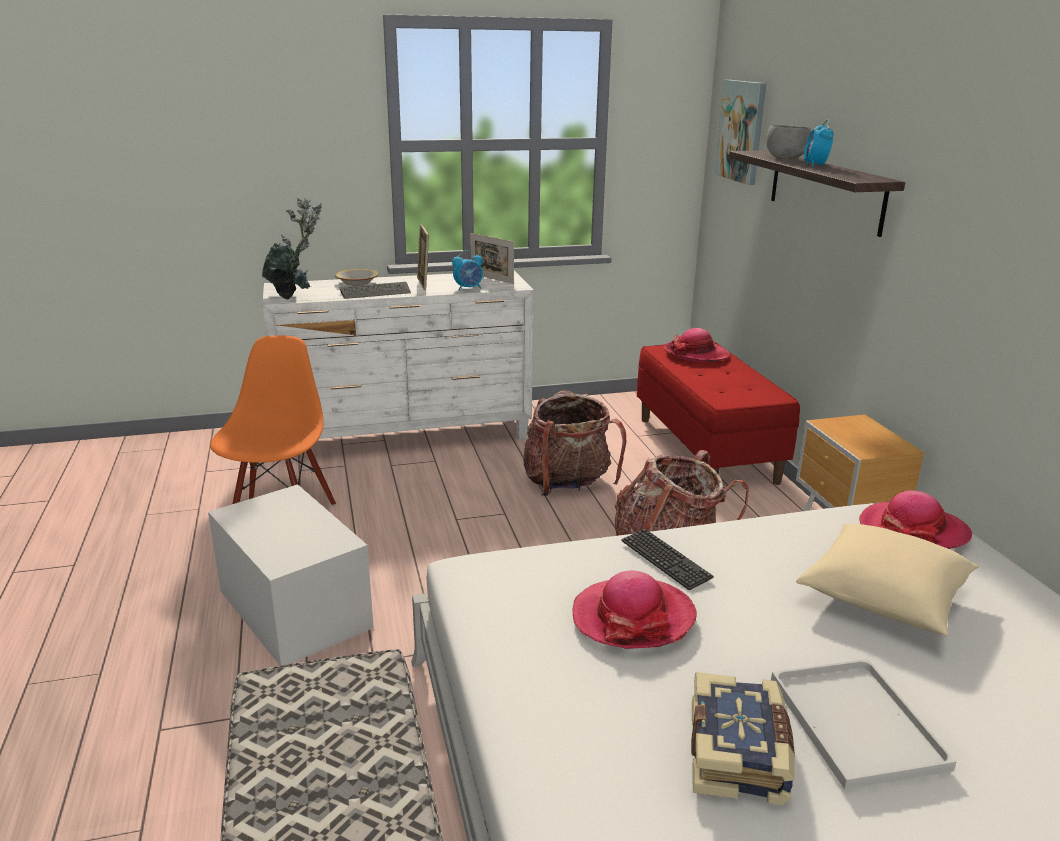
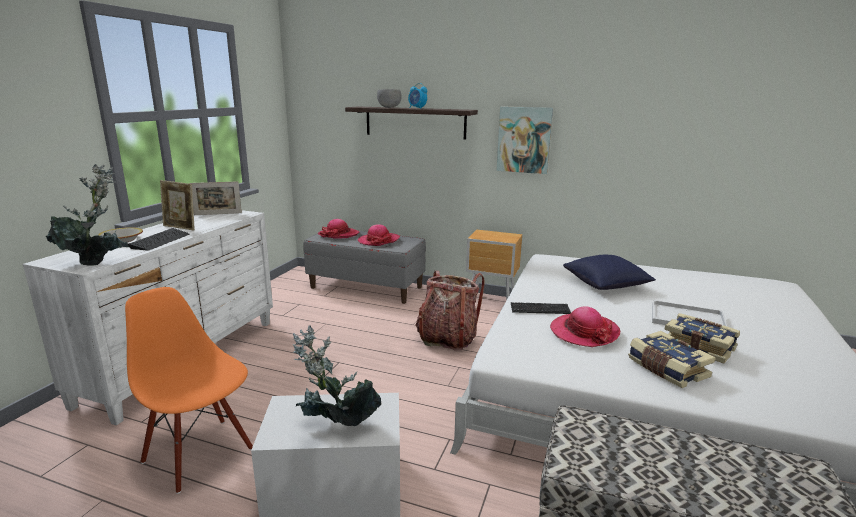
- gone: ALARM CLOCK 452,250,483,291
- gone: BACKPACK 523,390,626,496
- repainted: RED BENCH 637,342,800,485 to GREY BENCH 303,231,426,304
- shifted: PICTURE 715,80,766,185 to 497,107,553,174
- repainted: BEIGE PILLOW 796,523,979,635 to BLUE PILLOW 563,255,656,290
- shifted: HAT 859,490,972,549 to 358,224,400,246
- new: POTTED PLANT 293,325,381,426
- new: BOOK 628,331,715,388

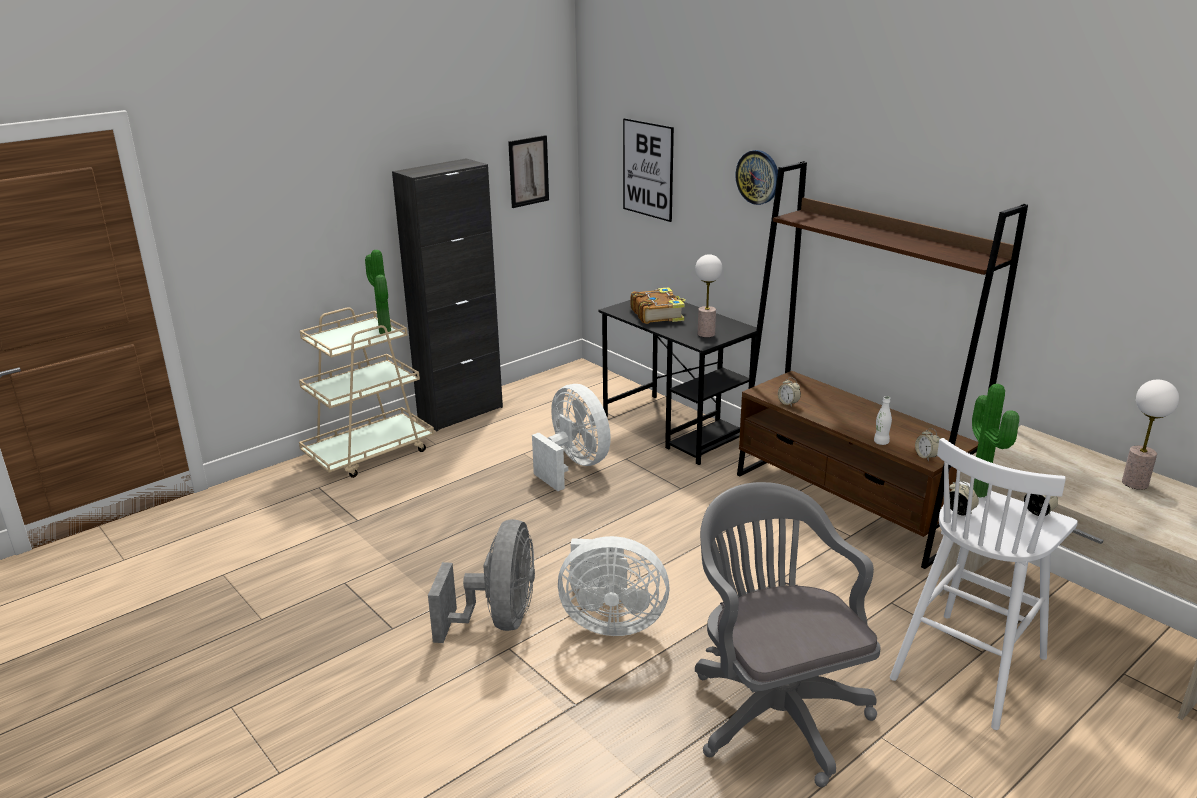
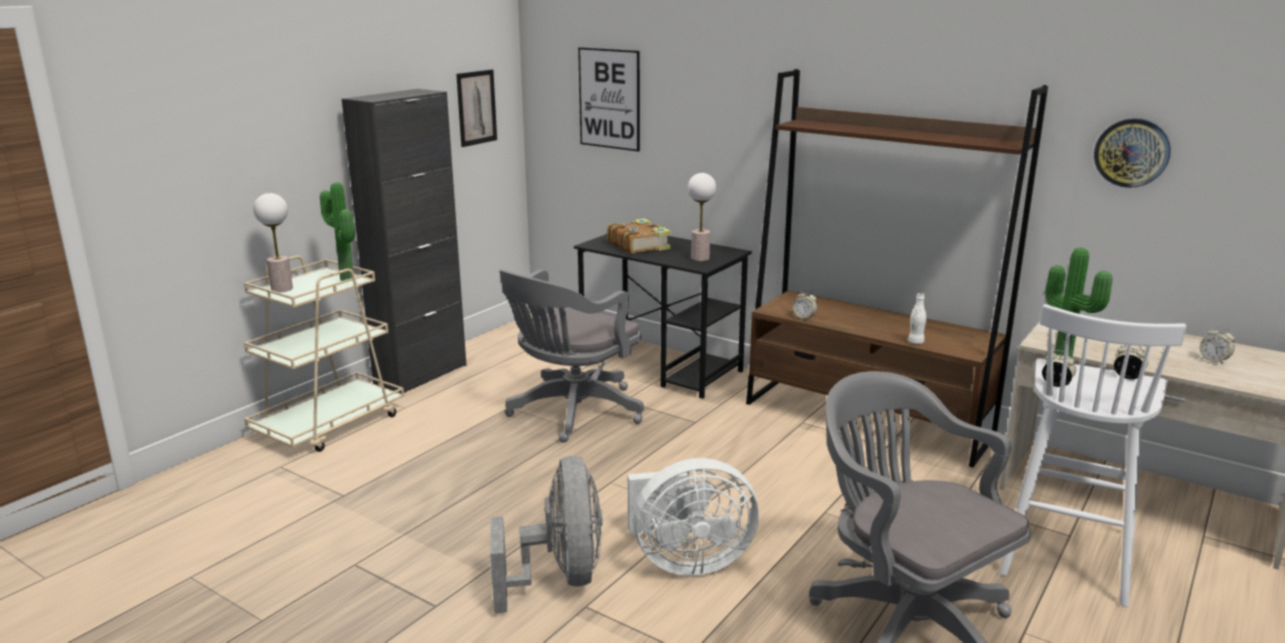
- swapped: WHITE FAN 532,384,611,491 to GREY OFFICE CHAIR 499,269,644,443
- shifted: WALL CLOCK 735,150,778,205 to 1094,118,1171,188
- shifted: ALARM CLOCK 915,428,940,461 to 1200,326,1235,365
- shifted: TABLE LAMP 1122,380,1179,490 to 253,193,293,292

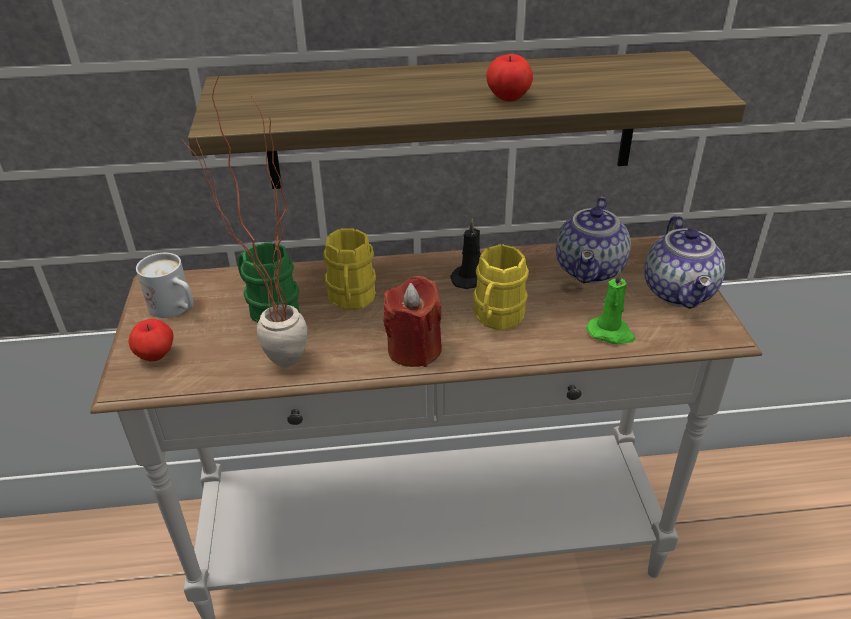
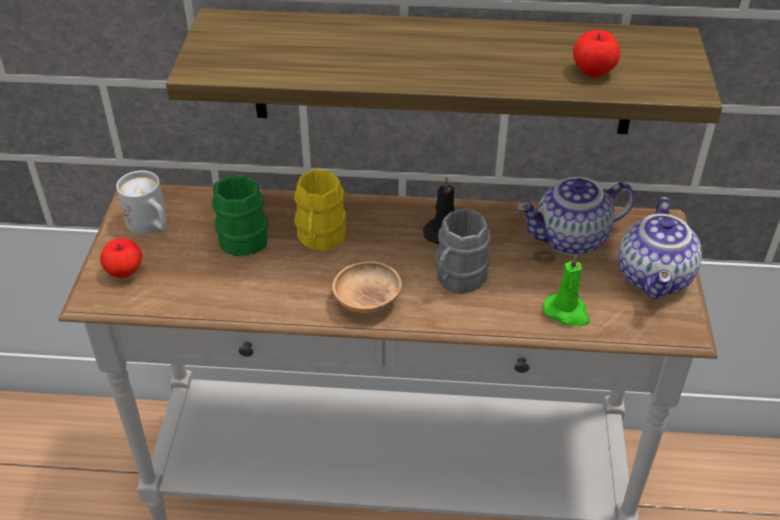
- gone: POTTED PLANT 183,74,307,367
- swapped: RED CANDLE 383,276,442,367 to BROWN BOWL 332,261,402,313
- repainted: YELLOW MUG 473,245,529,331 to GREY MUG 435,208,491,294
- shifted: APPLE 486,54,533,102 to 573,30,620,77
- rotated: TEAPOT 556,197,631,283 = 517,177,635,255 45 degrees clockwise

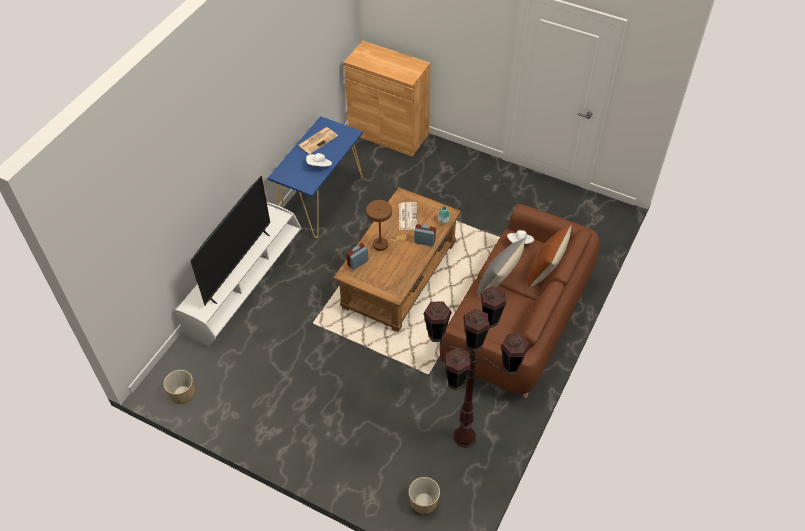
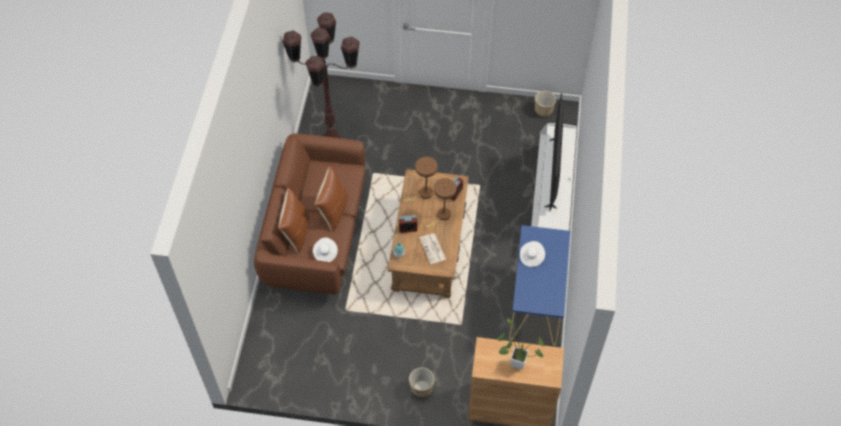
- gone: NEWSPAPER 298,127,338,154
- shifted: PLANTER 409,477,440,514 to 409,367,435,397
- repainted: GREY PILLOW 477,238,526,297 to BROWN PILLOW 315,166,348,232
- new: BROWN TABLE LAMP 404,157,438,202
- new: POTTED PLANT 497,318,544,370

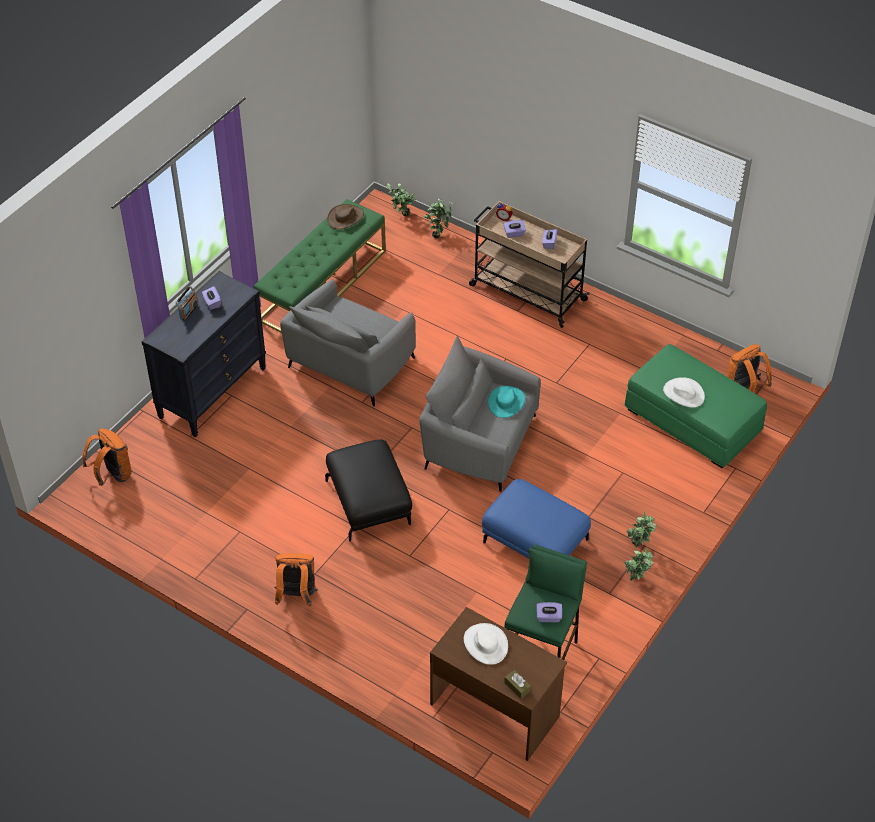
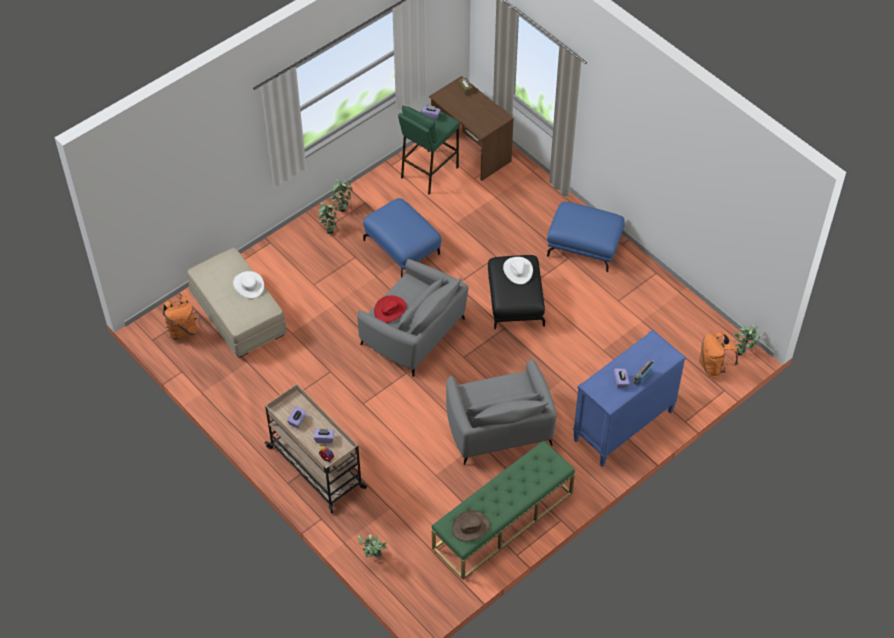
- repainted: BLACK DRESSER 142,271,266,437 to BLUE DRESSER 573,330,686,467
- swapped: ORANGE BACKPACK 274,553,317,607 to BLUE OTTOMAN 547,202,625,272
- rotated: GREY ARMCHAIR 280,279,416,406 = 446,359,557,465 120 degrees clockwise
- shifted: POTTED PLANT 387,183,415,216 to 734,324,762,355
- shifted: WHITE HAT 464,623,508,665 to 503,257,533,284
- repainted: TURQUOISE HAT 488,386,525,418 to RED HAT 374,295,407,323
- repainted: GREEN OTTOMAN 624,344,767,468 to BEIGE OTTOMAN 187,248,287,358

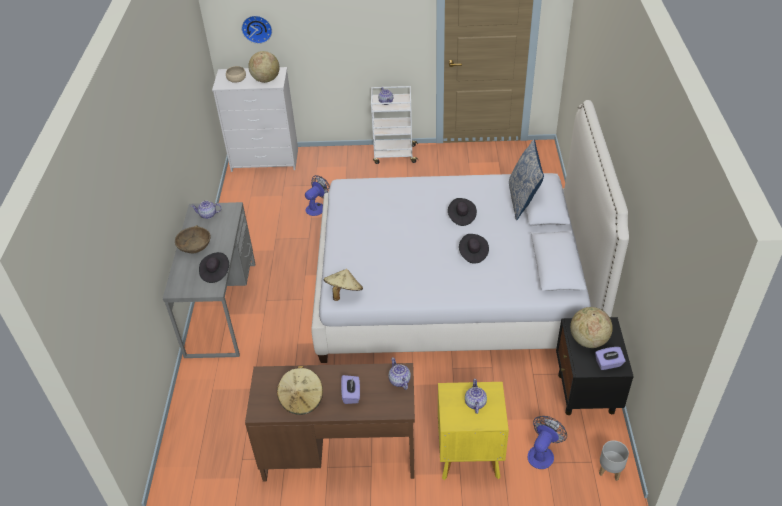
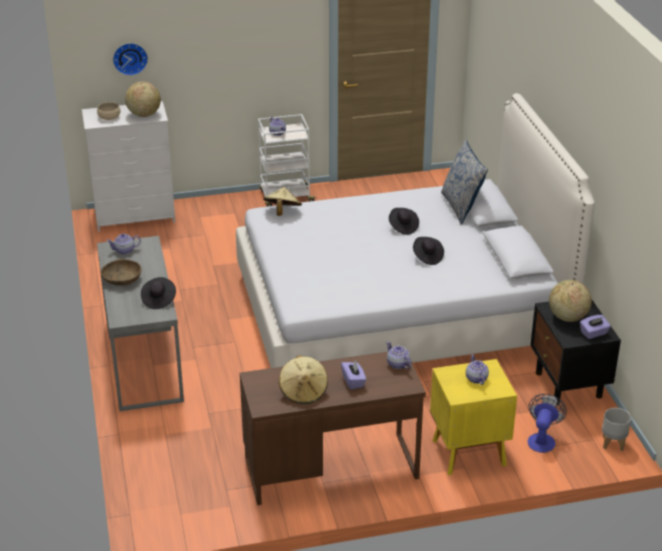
- gone: FAN 305,175,330,216
- shifted: BEIGE HAT 324,269,363,301 to 263,187,302,216

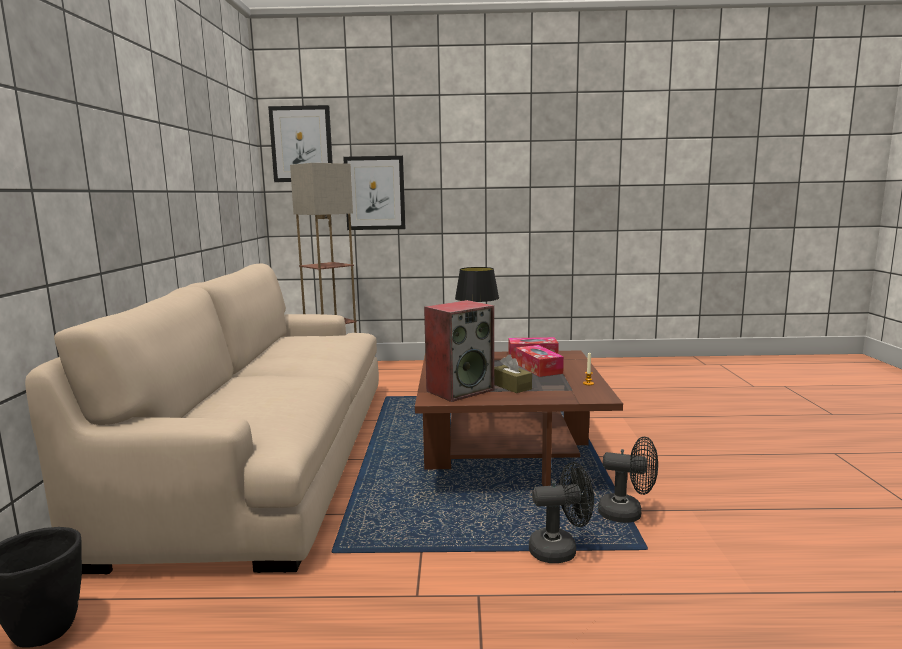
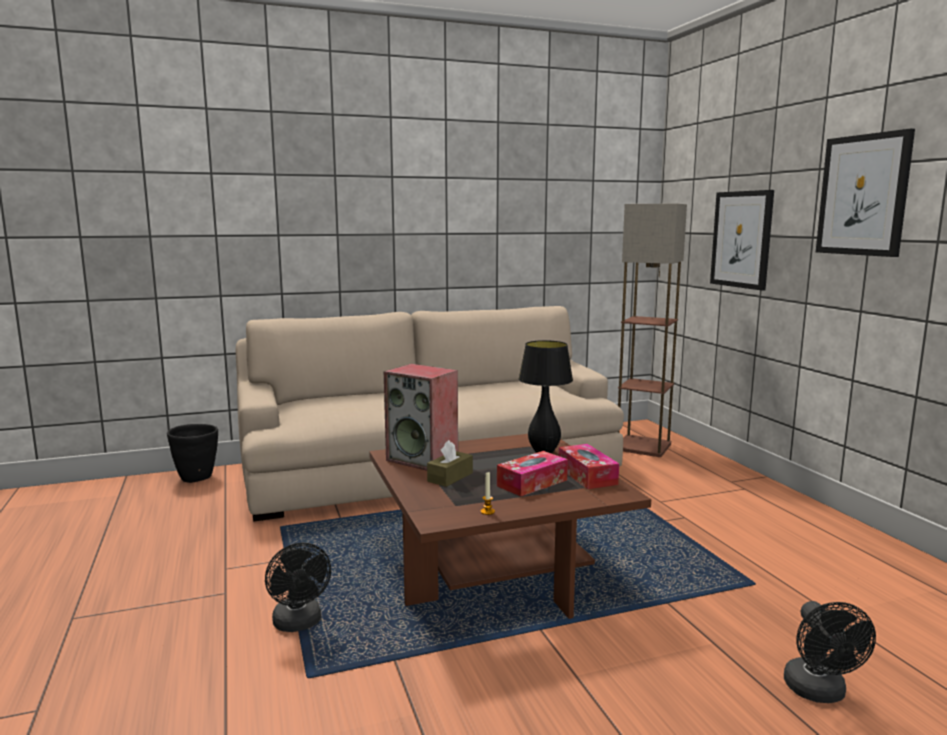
- shifted: PICTURE 268,105,333,182 to 816,129,915,257
- shifted: BLACK FAN 598,437,658,523 to 784,601,876,703

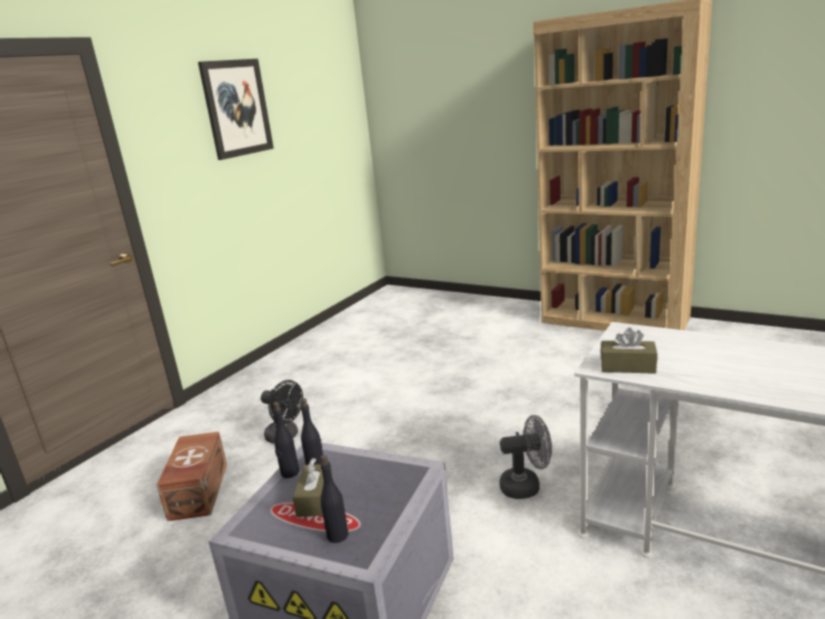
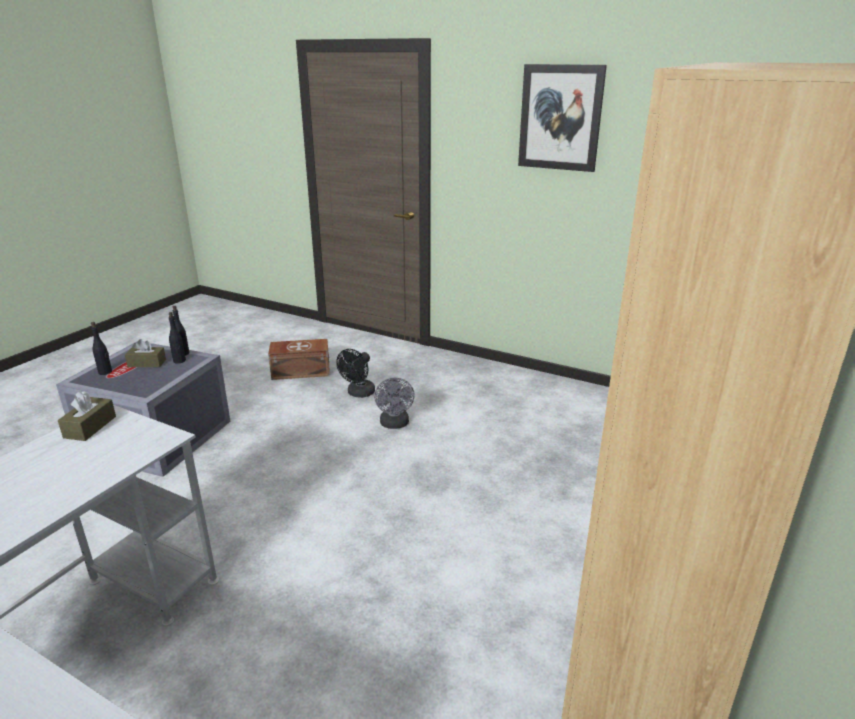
- shifted: GREY FAN 499,415,552,499 to 374,378,415,429

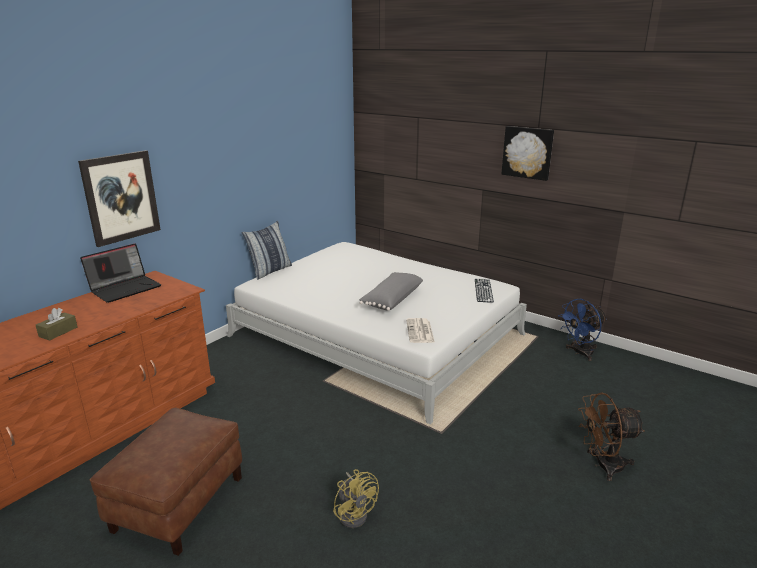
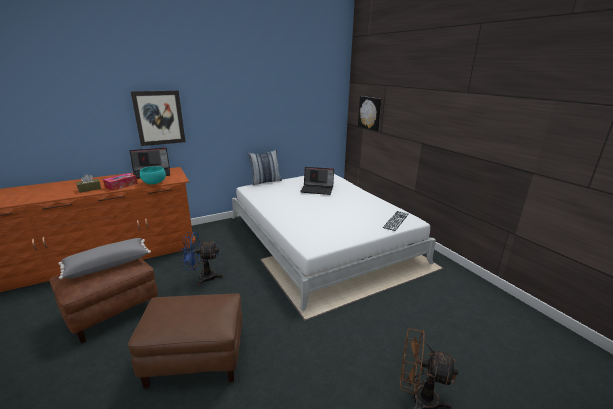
- swapped: YELLOW FAN 333,469,379,528 to BROWN OTTOMAN 128,293,243,389
- shifted: GREY PILLOW 359,272,423,311 to 58,238,151,279
- gone: NEWSPAPER 406,318,435,343
- shifted: PICTURE 501,126,554,181 to 358,96,381,131
- shifted: BLUE FAN 558,299,607,361 to 181,232,223,286
- new: TISSUE BOX 103,173,138,191
- new: TURQUOISE BOWL 140,166,166,185
- new: LAPTOP 300,167,334,195

